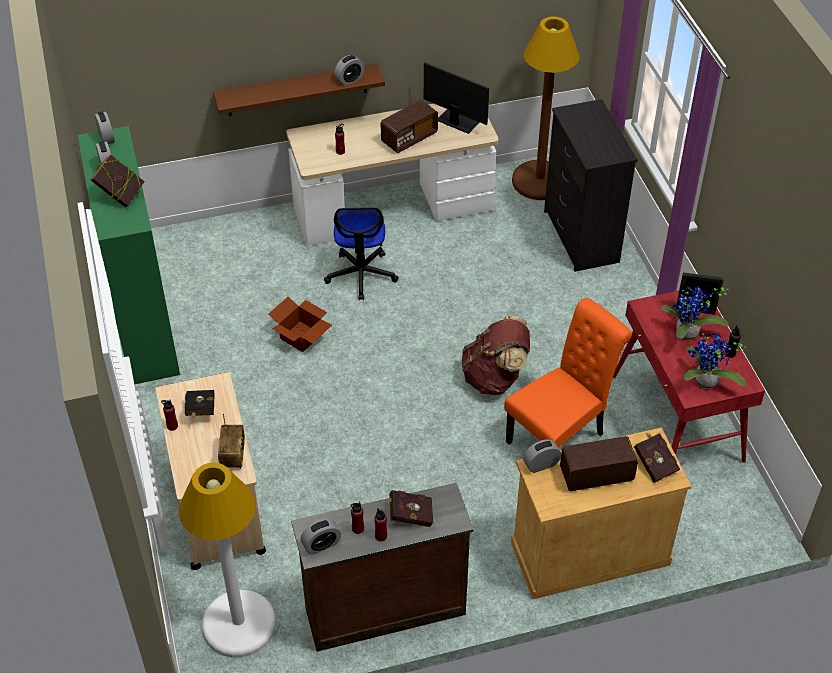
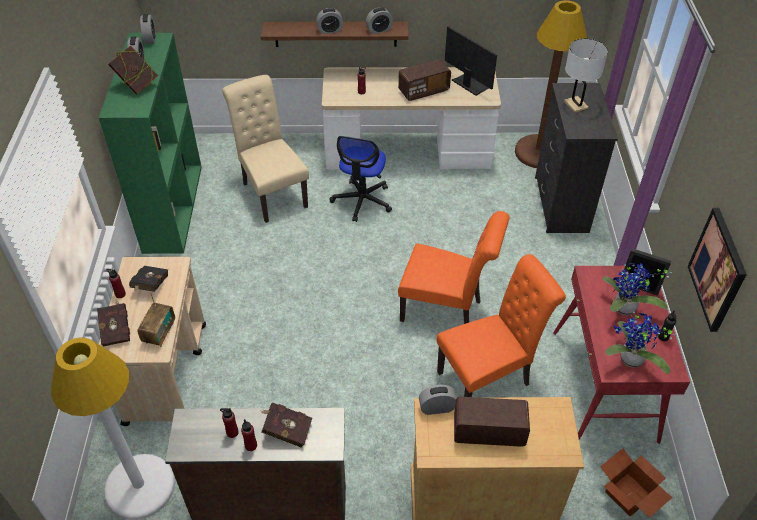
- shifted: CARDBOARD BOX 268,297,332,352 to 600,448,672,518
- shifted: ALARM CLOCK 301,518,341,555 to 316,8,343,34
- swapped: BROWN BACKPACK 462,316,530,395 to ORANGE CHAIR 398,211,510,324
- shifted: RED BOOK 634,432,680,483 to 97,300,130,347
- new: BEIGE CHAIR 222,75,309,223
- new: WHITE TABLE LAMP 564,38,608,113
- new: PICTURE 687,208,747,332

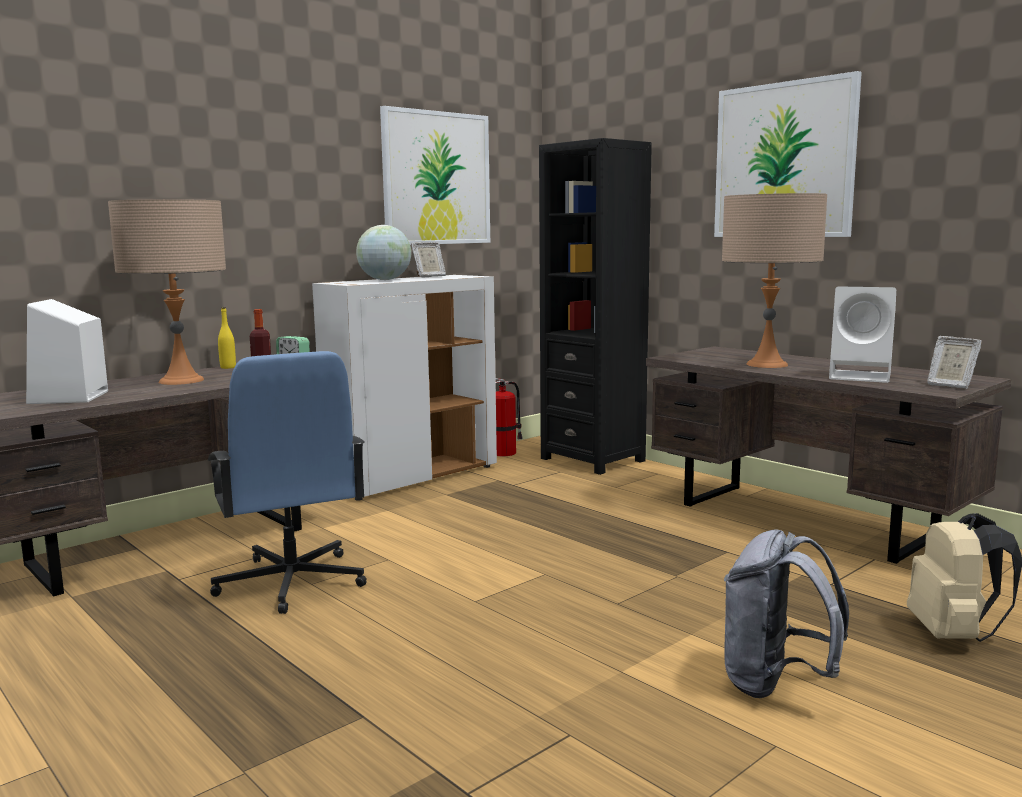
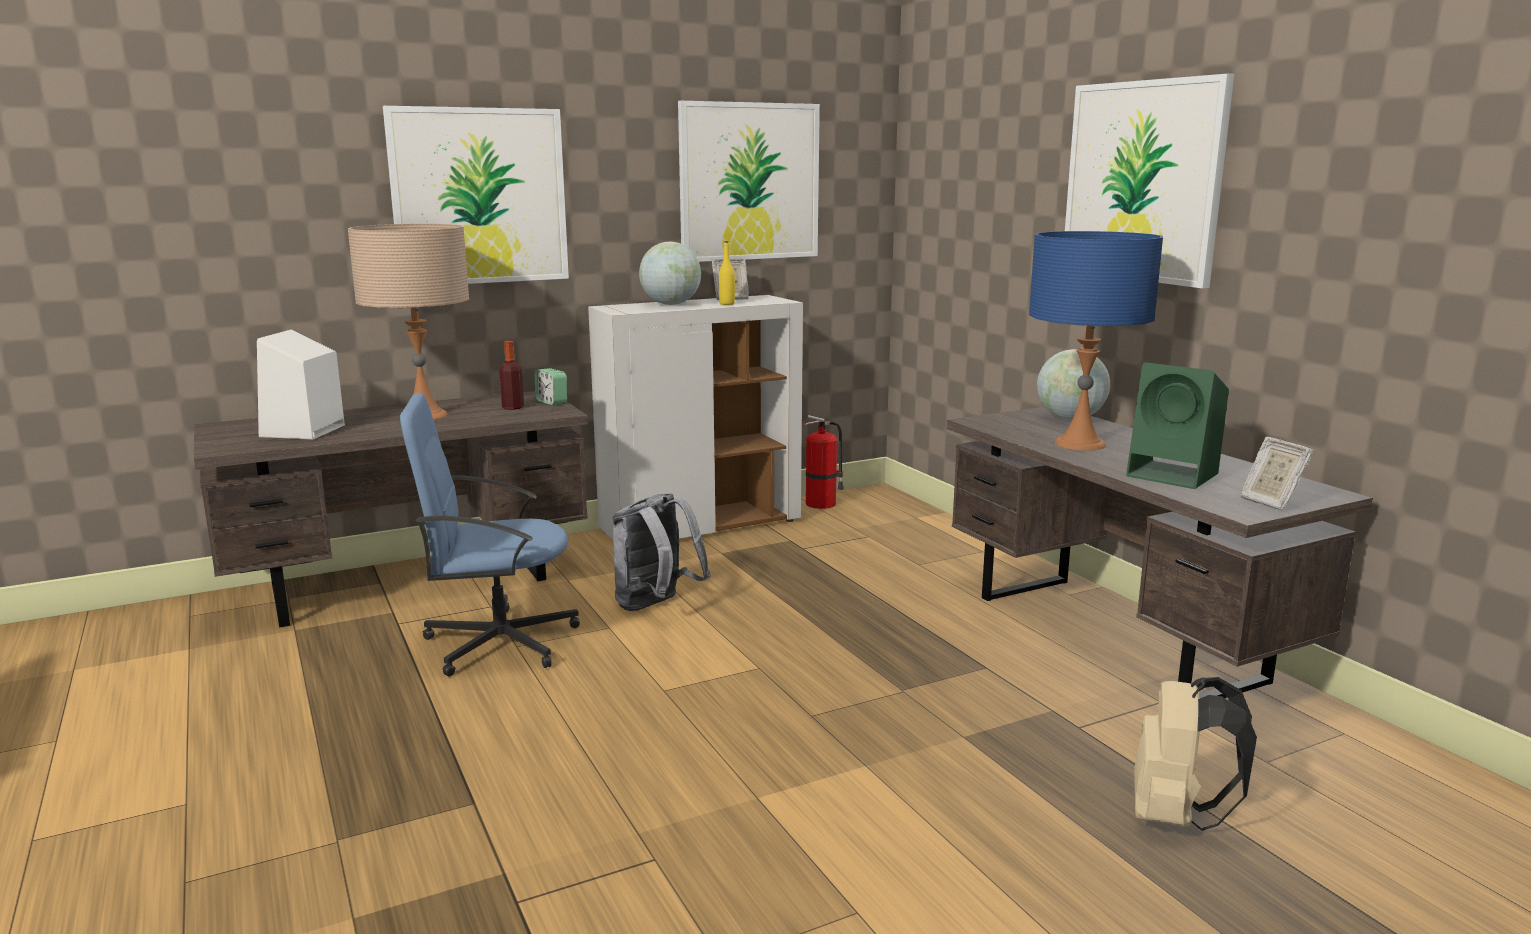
- rotated: BLUE OFFICE CHAIR 208,351,367,614 = 400,393,580,676 90 degrees clockwise
- shifted: YELLOW BOTTLE 218,307,236,369 to 719,241,735,305
- gone: BLACK BOOKCASE 539,138,652,475
- repainted: BEIGE TABLE LAMP 722,193,827,368 to BLUE TABLE LAMP 1029,231,1163,451
- shifted: GREY BACKPACK 724,529,849,698 to 613,493,711,611
- repainted: WHITE SPEAKER 829,286,896,383 to GREEN SPEAKER 1126,362,1229,489
- new: PICTURE 383,106,569,284
- new: GLOBE 1037,349,1110,420

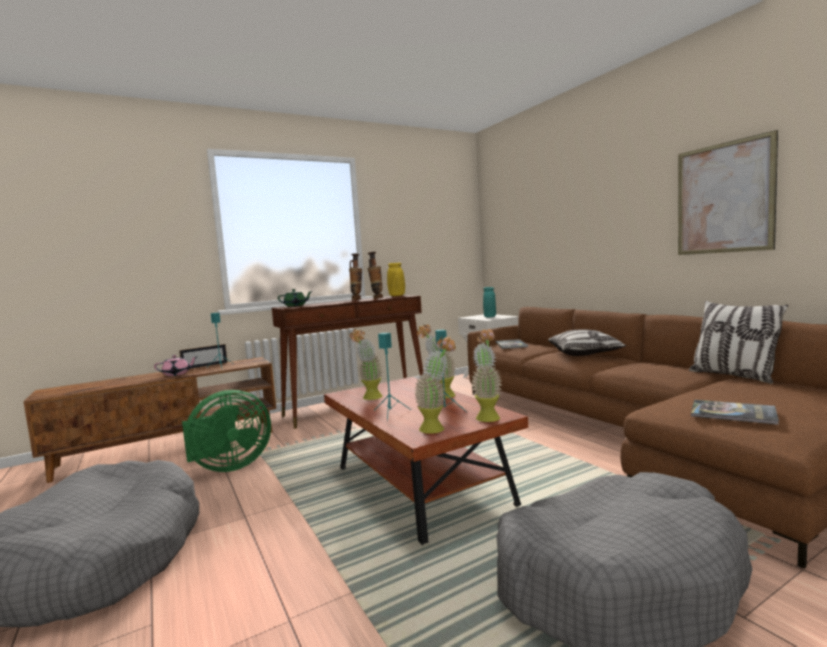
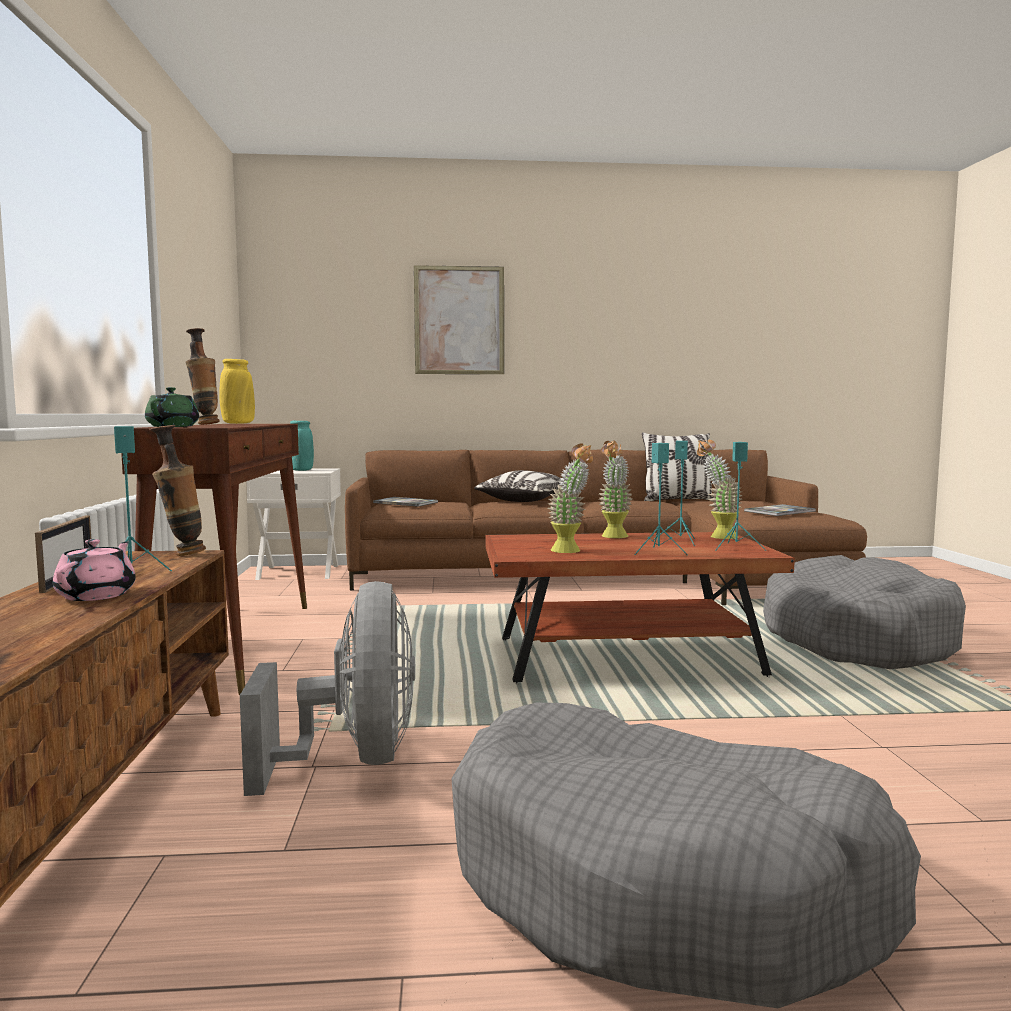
- repainted: GREEN FAN 182,390,271,472 to GREY FAN 240,581,415,796
- shifted: VASE 368,252,383,299 to 149,425,206,556
- swapped: POTTED PLANT 415,337,456,434 to TURQUOISE SPEAKER 715,442,766,551
- shifted: PICTURE 678,130,778,255 to 414,265,504,374

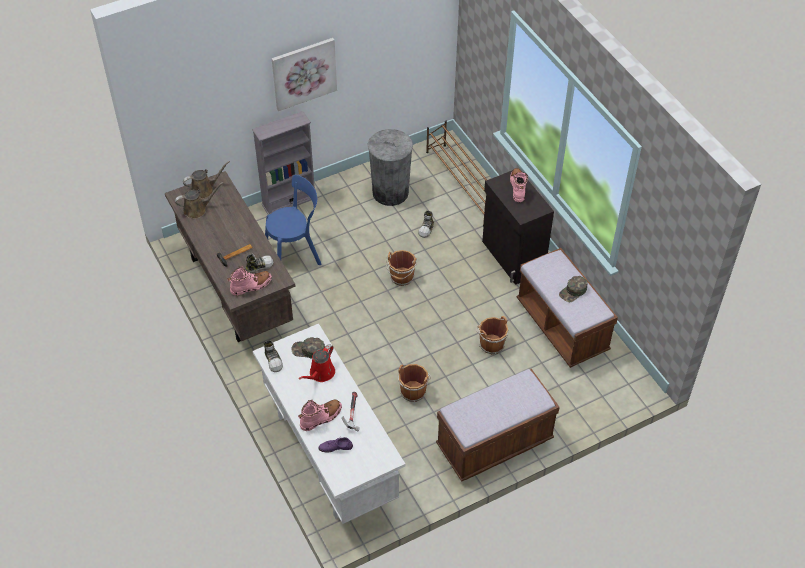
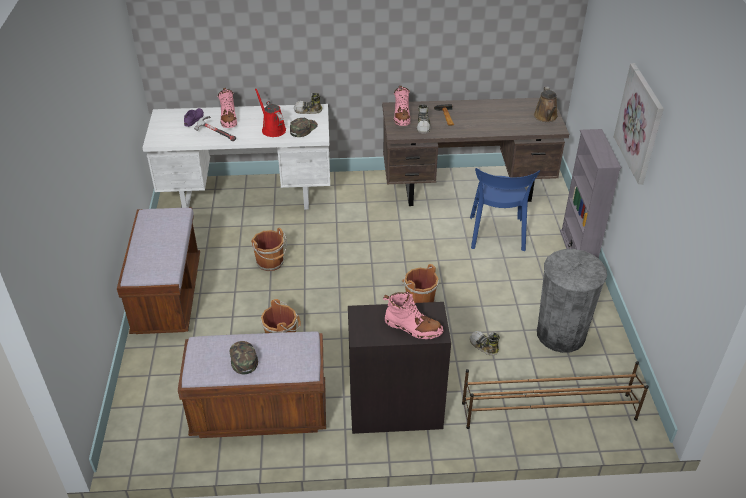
- gone: BROWN WATERING CAN 175,182,223,219

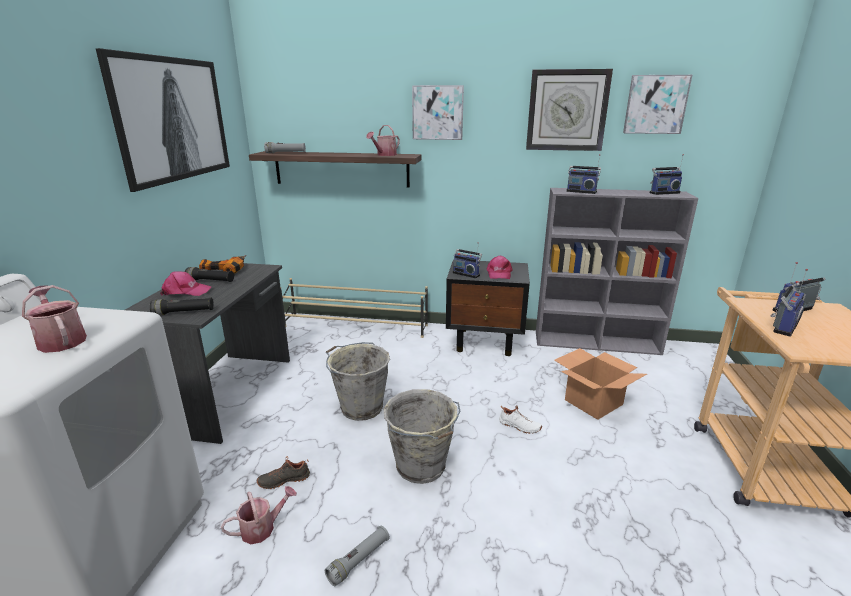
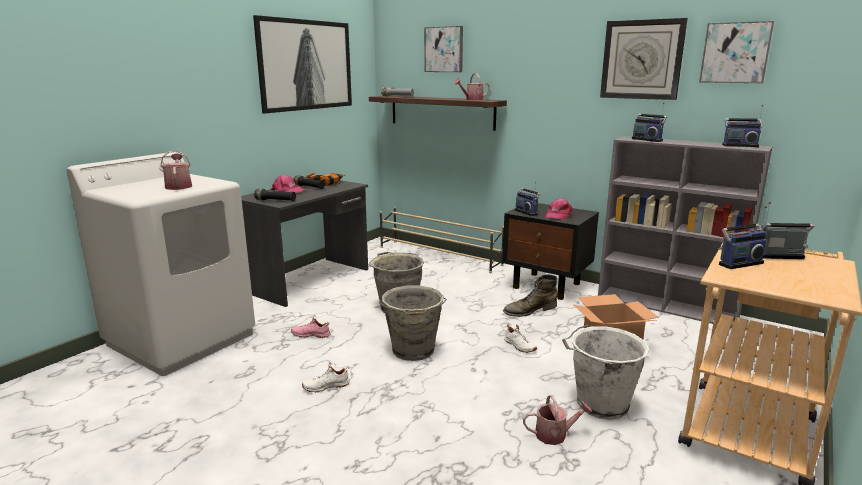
- shifted: WATERING CAN 221,486,297,545 to 523,395,592,445
- repainted: BLACK SHOE 257,456,310,489 to PINK SHOE 291,315,331,338
- swapped: GREY FLASHLIGHT 325,525,390,586 to WHITE SHOE 302,363,350,393
- shifted: PICTURE 412,85,464,140 to 424,26,463,72
- new: GREEN BOOT 503,274,557,317
- new: WHITE BUCKET 562,325,649,420

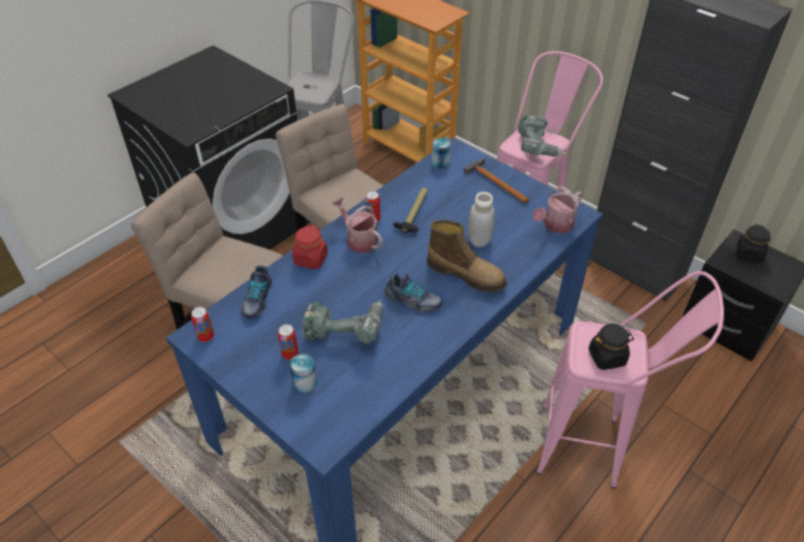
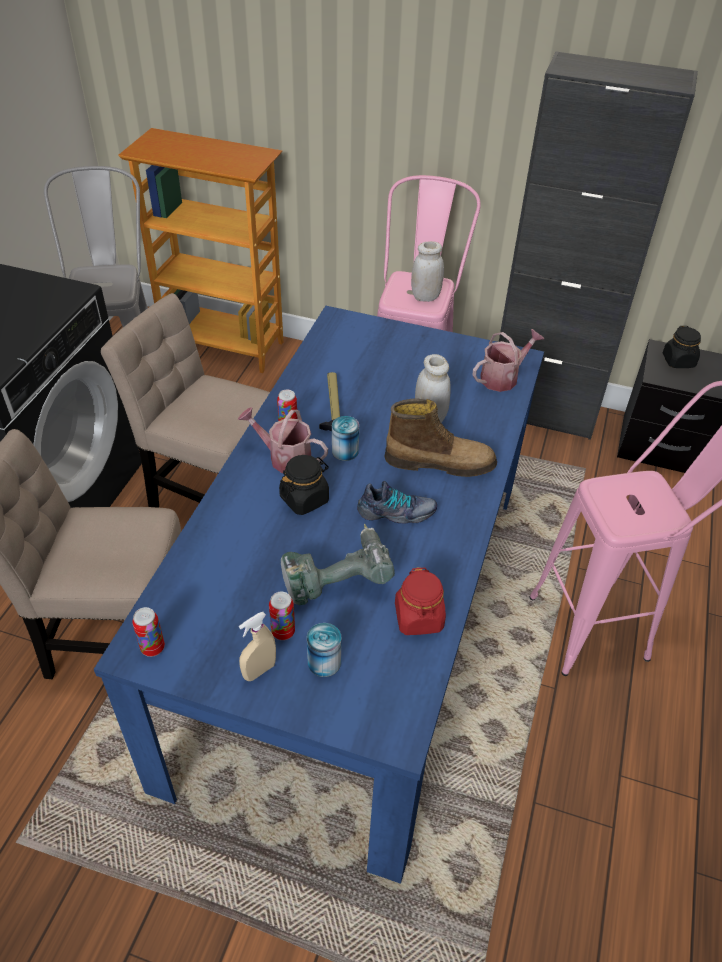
- gone: SHOE 240,265,272,318
- shifted: RED JAR 292,225,328,269 to 395,567,446,635
- shifted: CAN 432,138,451,168 to 332,416,359,461
- gone: HAMMER 464,158,529,203
- swapped: POWER DRILL 518,115,569,157 to WHITE JAR 411,241,444,302
- rotated: WATERING CAN 532,186,582,233 = 473,329,544,392 150 degrees counterclockwise
- shifted: BLACK JAR 588,324,634,370 to 279,455,329,515
- new: BEIGE SPRAY BOTTLE 239,612,276,681

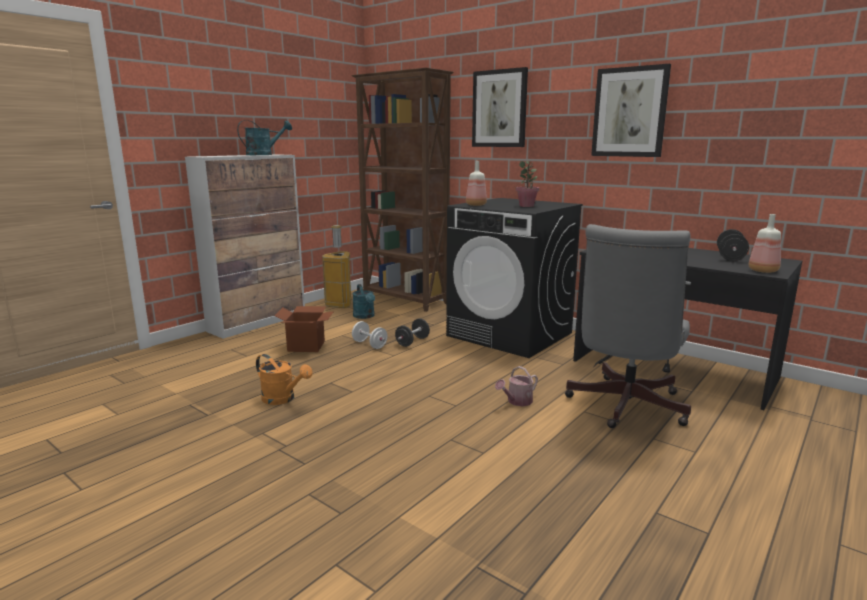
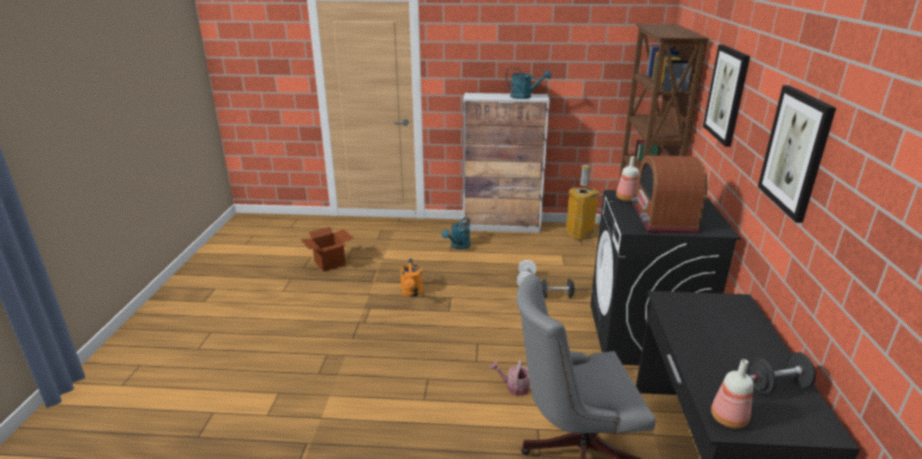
- shifted: CARDBOARD BOX 275,306,334,352 to 300,227,353,272
- shifted: TURQUOISE WATERING CAN 352,284,375,319 to 442,217,471,250
- swapped: POTTED PLANT 516,161,539,207 to RADIO 632,156,708,233

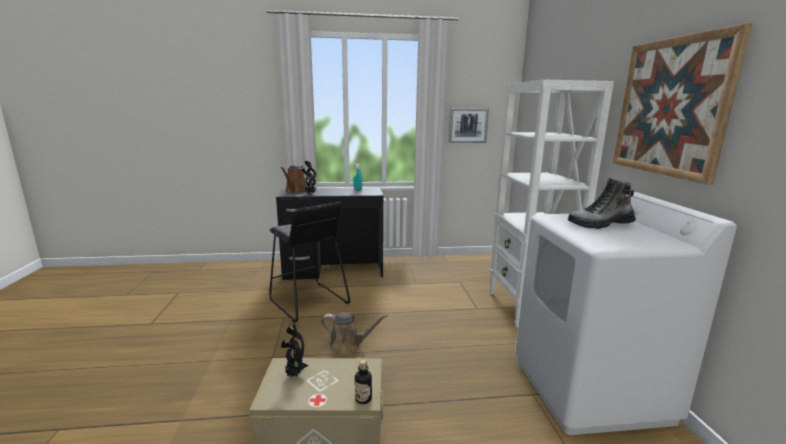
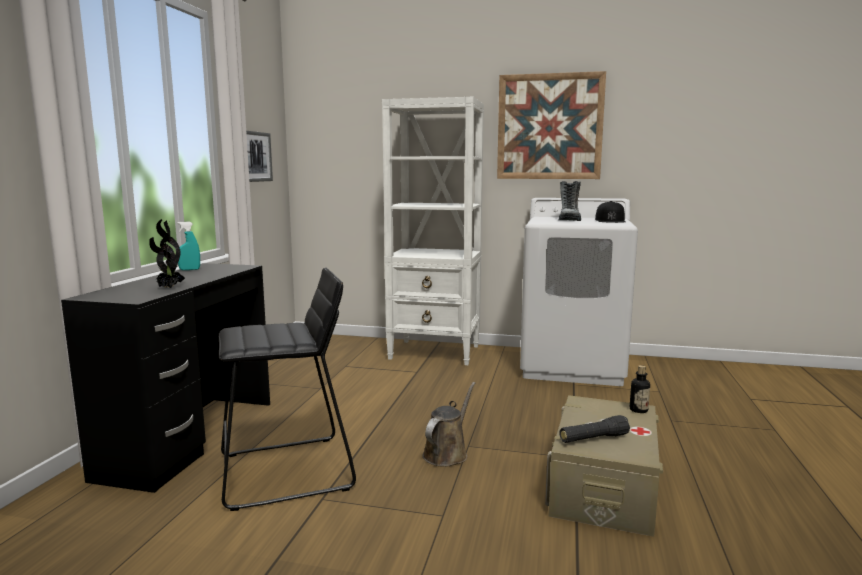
- gone: BROWN WATERING CAN 280,165,307,193
- swapped: POTTED PLANT 281,322,309,377 to BLACK FLASHLIGHT 559,415,630,443
- new: BLACK CAP 595,201,625,223

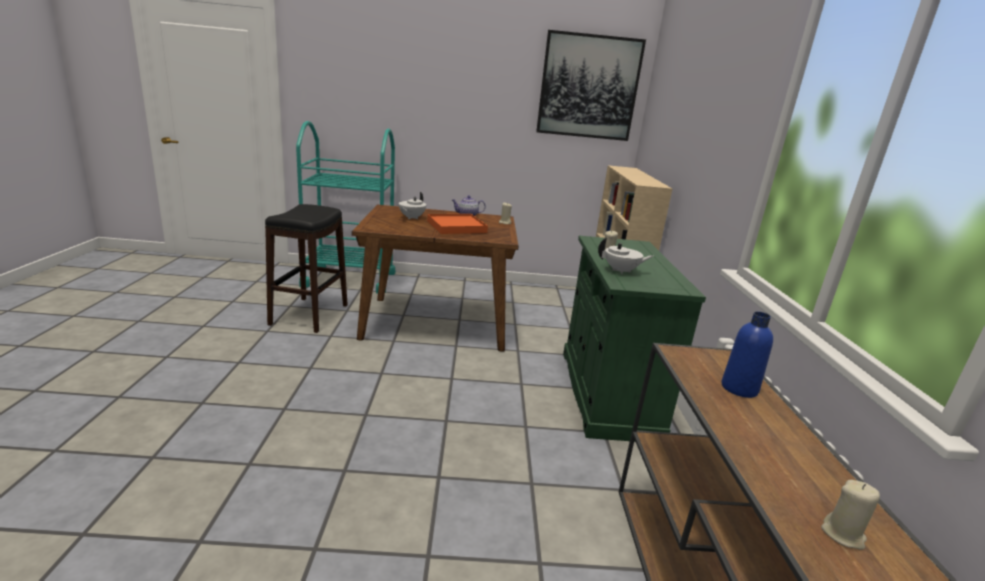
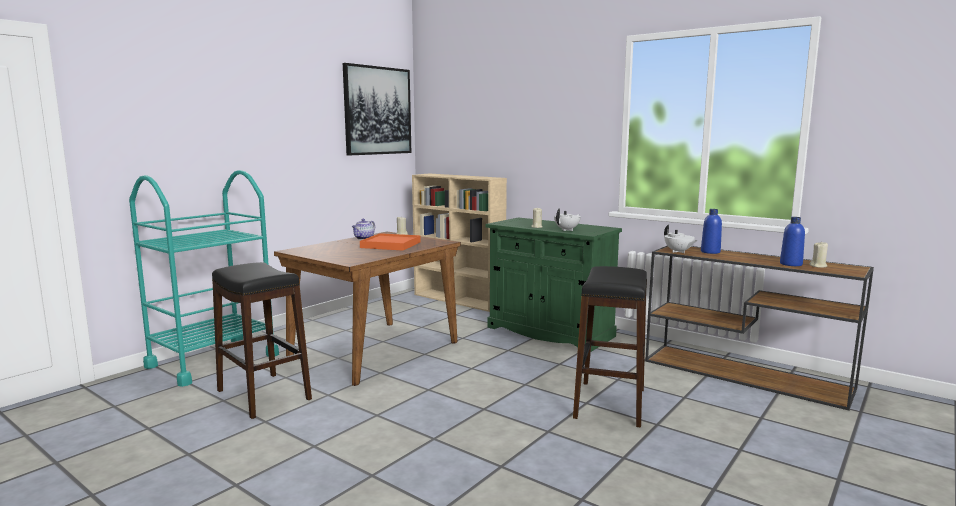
- shifted: WHITE TEAPOT 399,192,426,219 to 664,225,698,253
- new: BLACK STOOL 573,266,647,428
- new: BLUE BOTTLE 780,217,805,266

